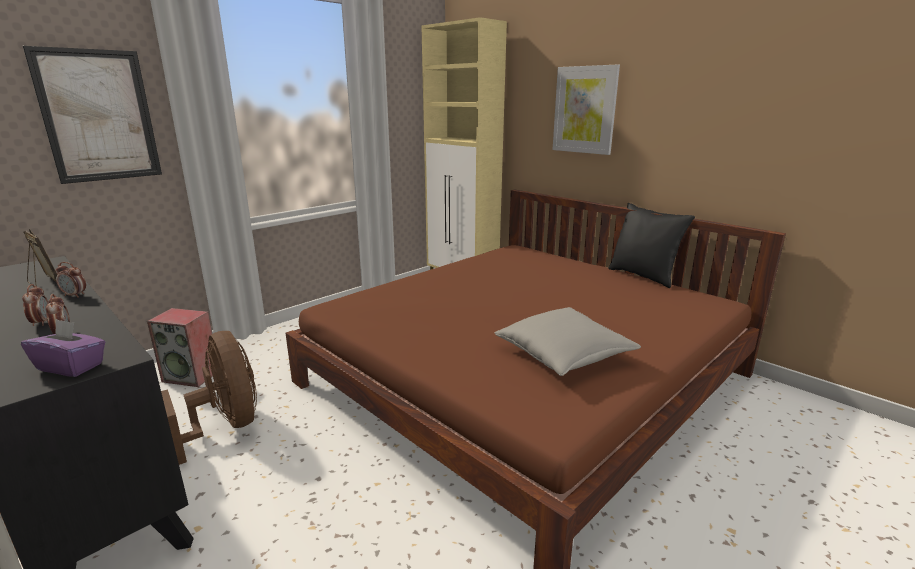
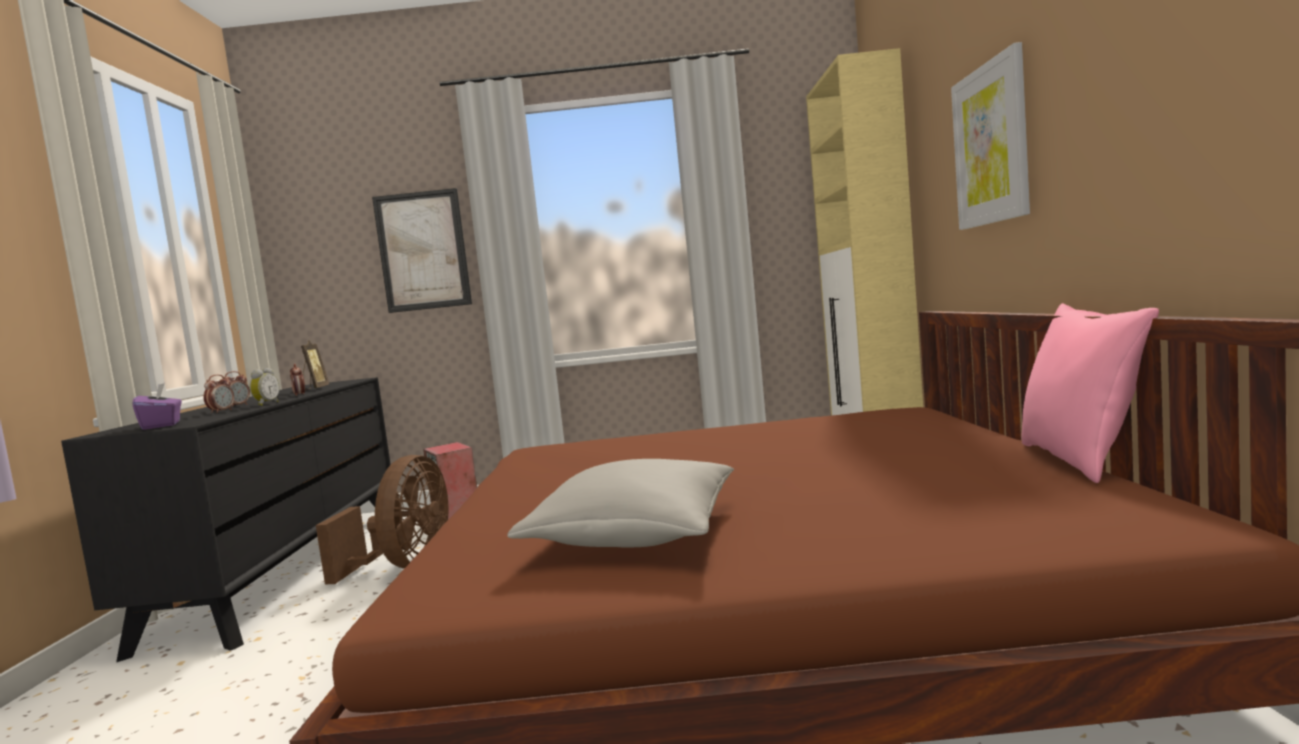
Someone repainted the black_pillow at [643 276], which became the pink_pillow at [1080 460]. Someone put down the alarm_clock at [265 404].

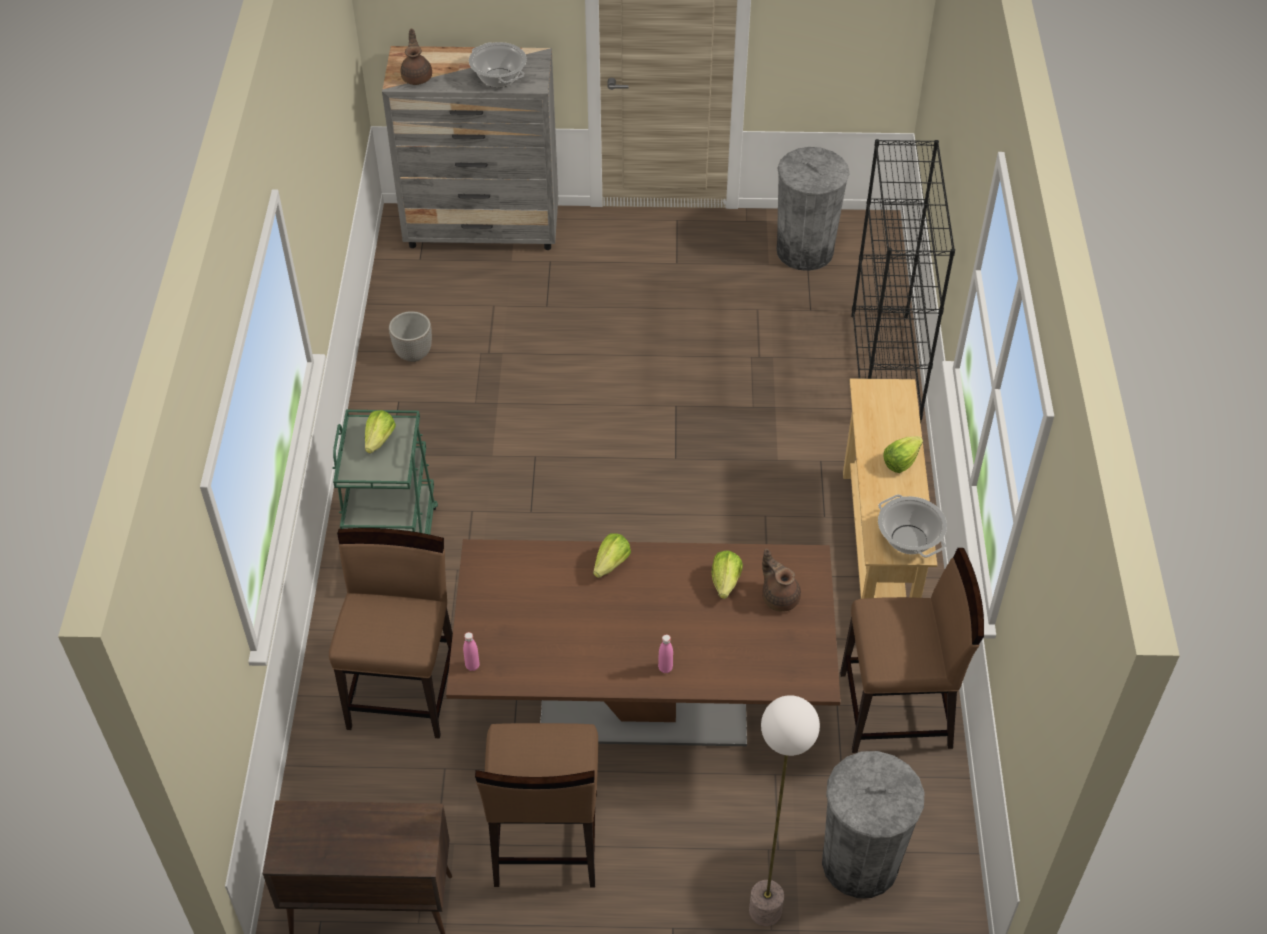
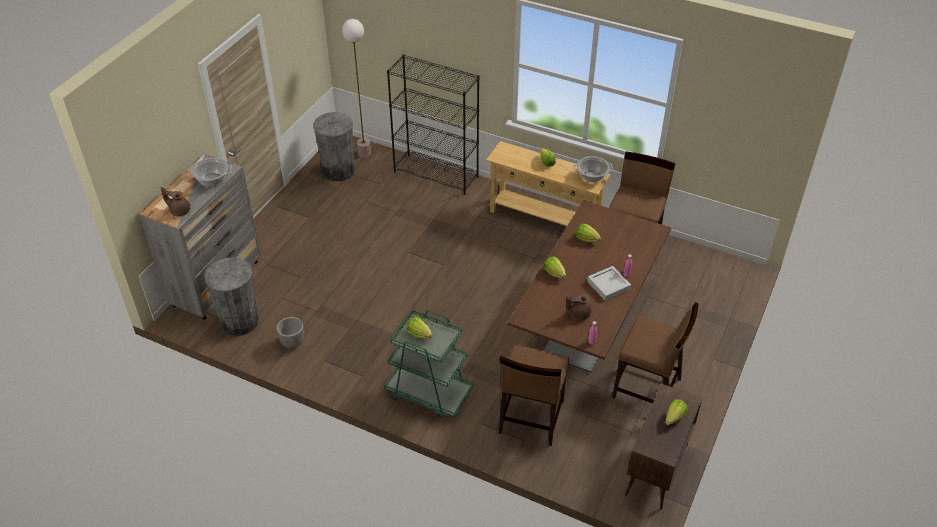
Someone rotated the brown_chair at [404 690] by 105 degrees counterclockwise. Someone carried the brown_teapot from [779 597] to [578 314]. Someone carried the floor_lamp from [765 911] to [364 153]. Someone carried the grey_trash_can from [860 863] to [239 321]. Someone put down the grey_tray at [608 285]. Someone put down the lettuce at [674 417].

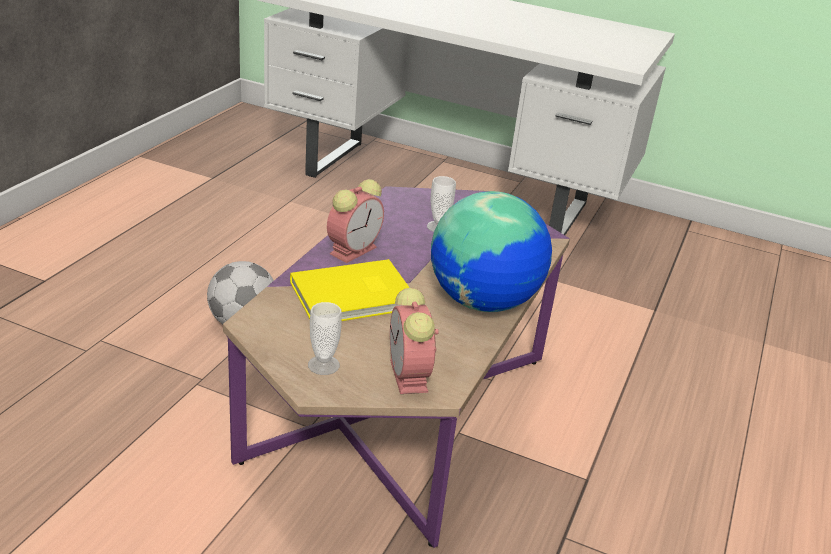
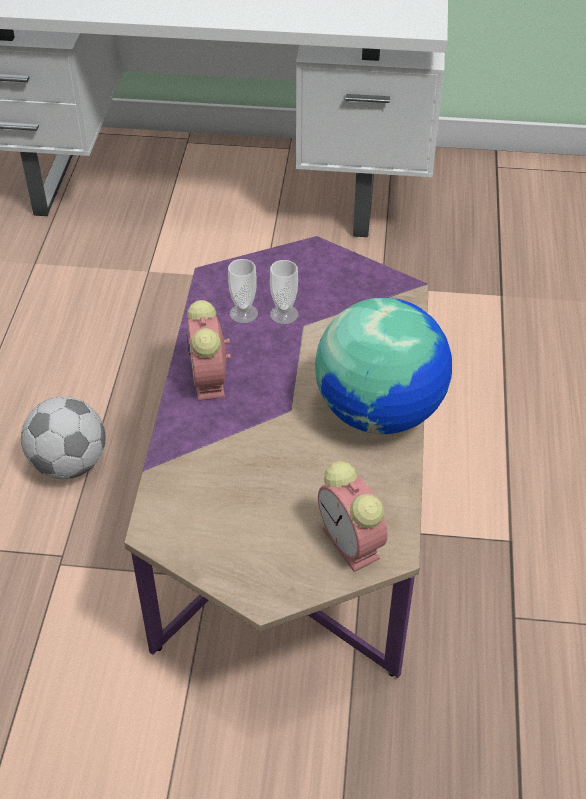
Someone rotated the alarm_clock at [354 249] by 150 degrees clockwise. Someone took away the yellow_book at [355 296]. Someone carried the cup from [323 365] to [243 313].

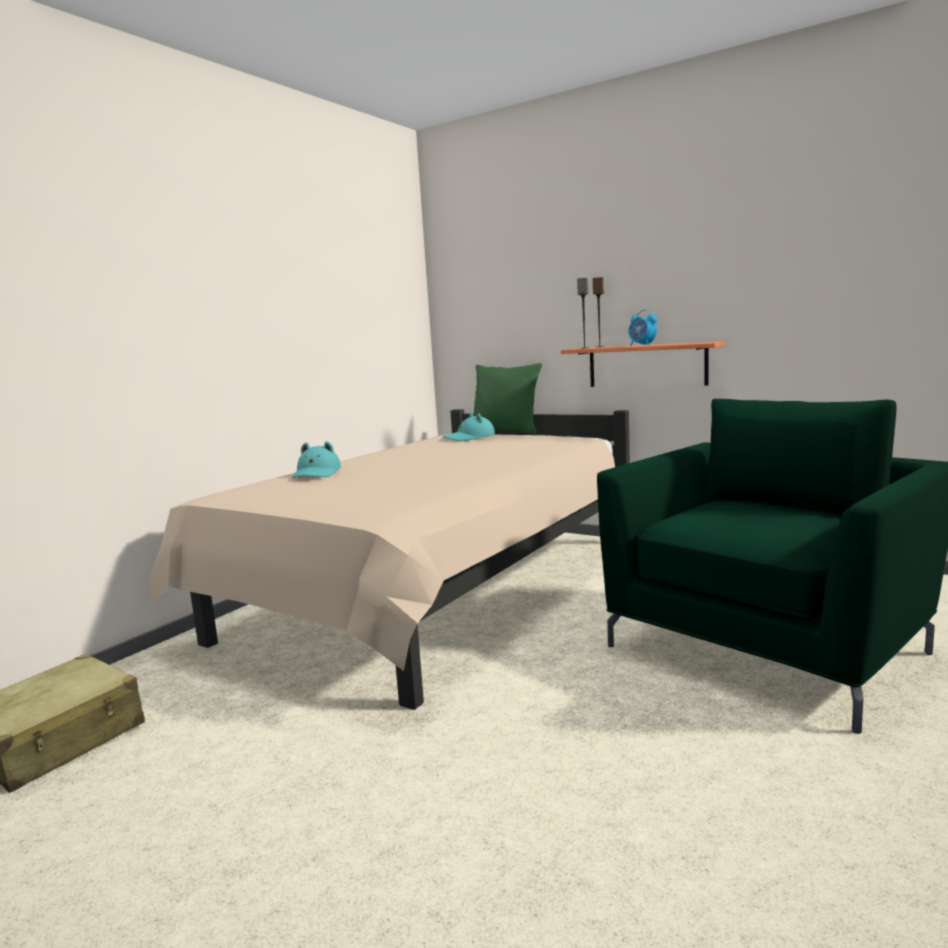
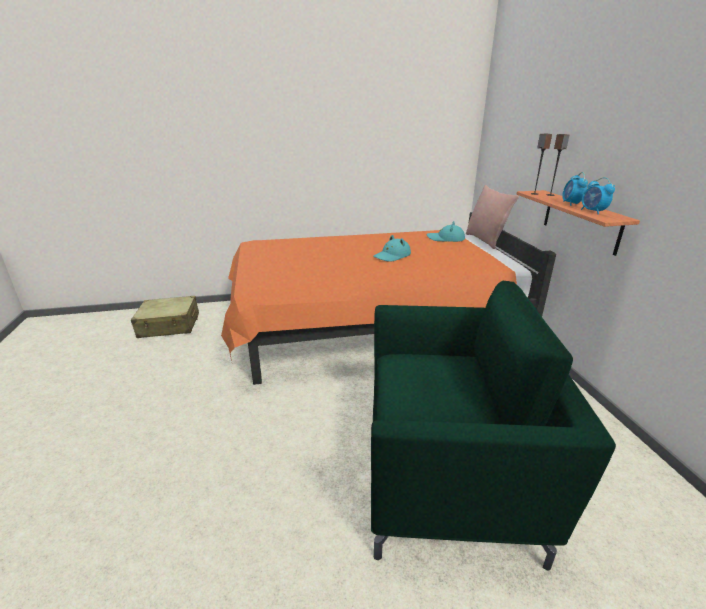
Someone repainted the green_pillow at [506 433], which became the pink_pillow at [485 240]. Someone repainted the beige_bed at [436 592], which became the orange_bed at [370 328]. Someone carried the turquoise_hat from [316 473] to [392 256]. Someone put down the alarm_clock at [593 211].

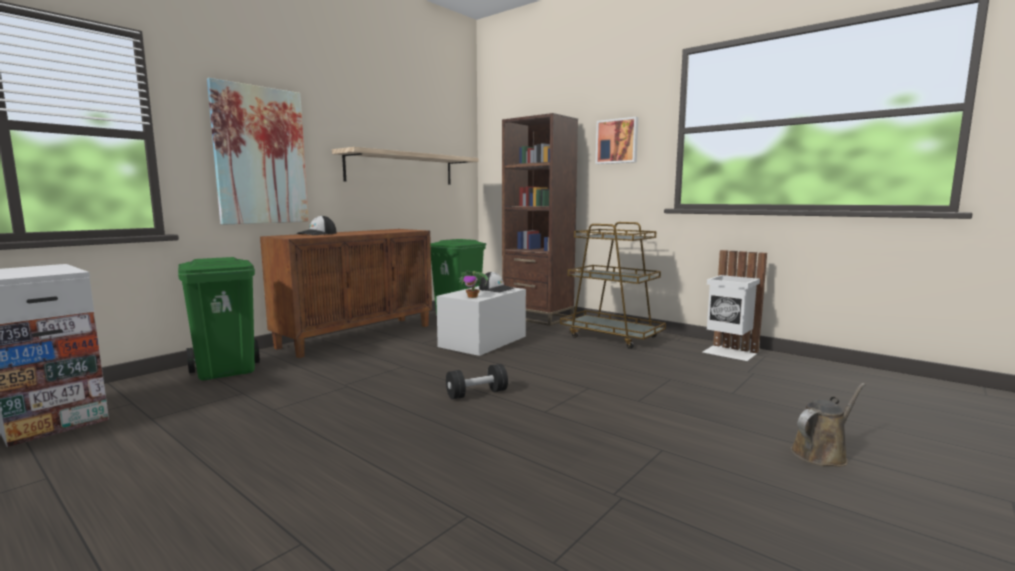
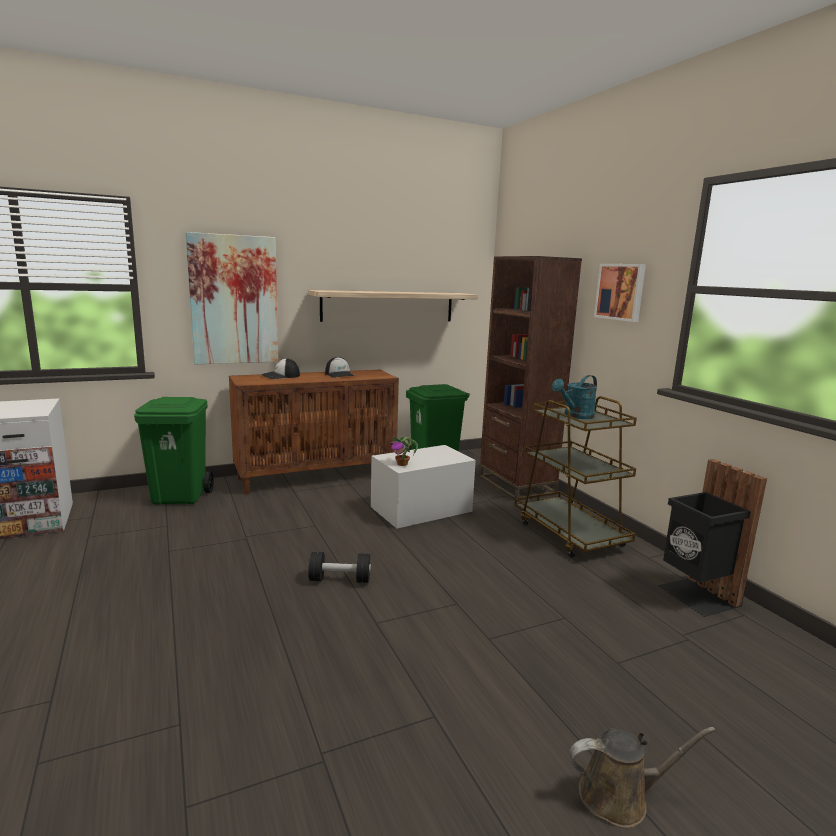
Someone repainted the white_trash_can at [729 352], which became the black_trash_can at [696 596]. Someone carried the cap from [496 289] to [340 375]. Someone put down the turquoise_watering_can at [575 416].

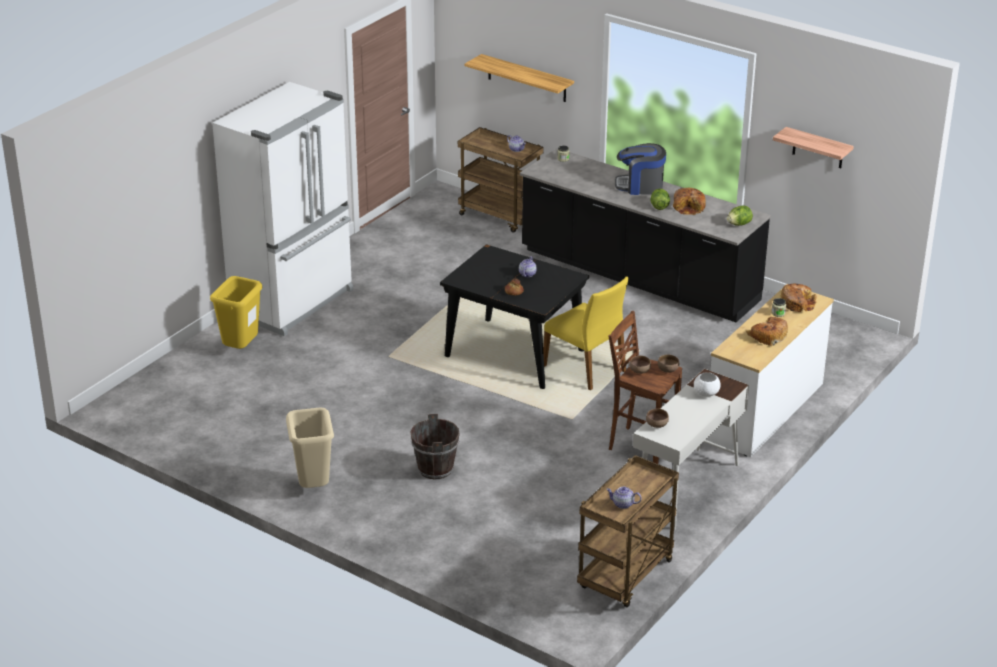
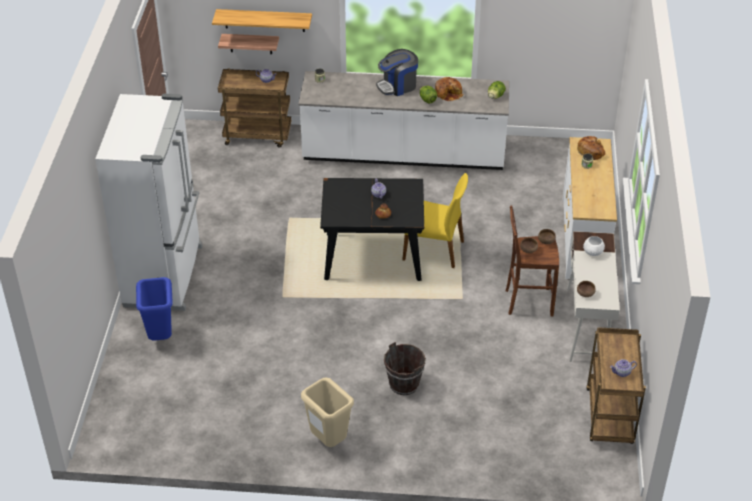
Someone carried the shelf from [818 148] to [250 43]. Someone repainted the black_counter at [638 277], which became the white_counter at [403 155]. Someone repainted the yellow_trash_can at [241 349], which became the blue_trash_can at [160 337]. Someone took away the bread at [767 336].

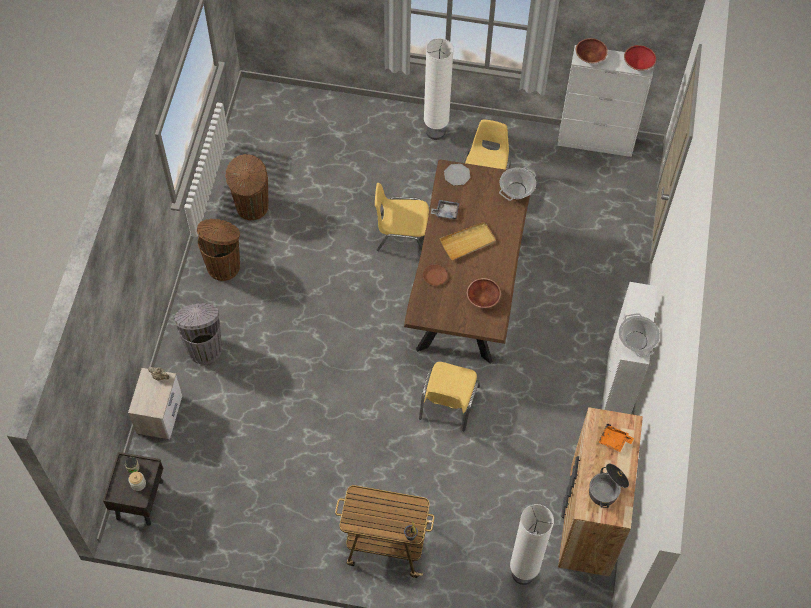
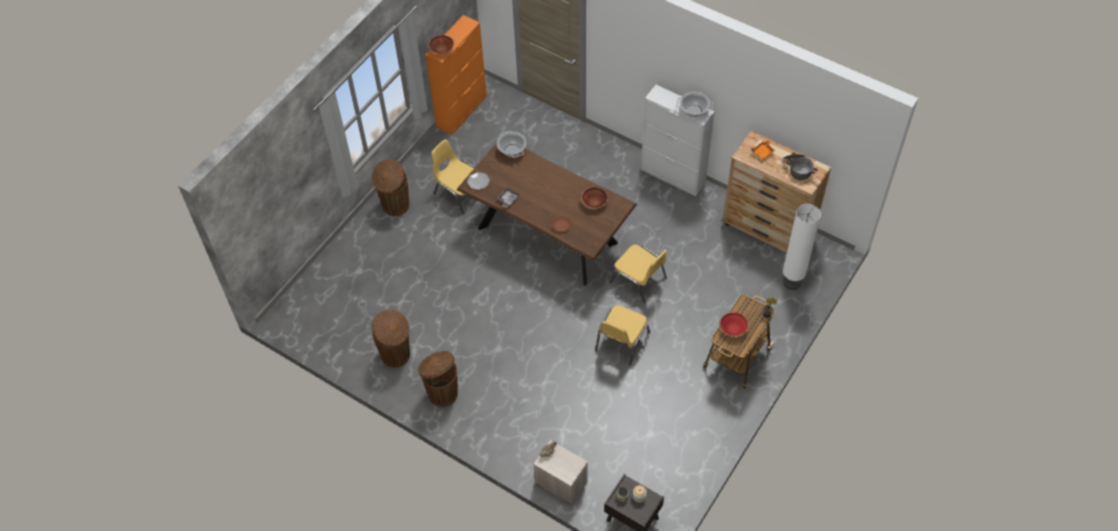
Someone swapped the white_floor_lamp at [435 132] for the brown_trash_can at [395 206]. Someone repainted the white_cabinet at [596 142], which became the orange_cabinet at [462 111]. Someone carried the red_bowl from [638 64] to [733 329]. Someone carried the yellow_chair from [401 233] to [621 342]. Someone took away the beige_tray at [468 242]. Someone took away the grey_trash_can at [204 348].

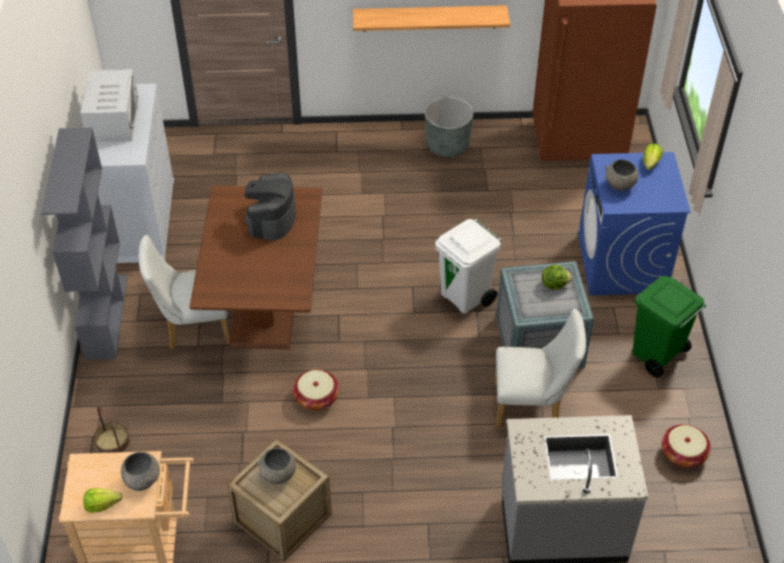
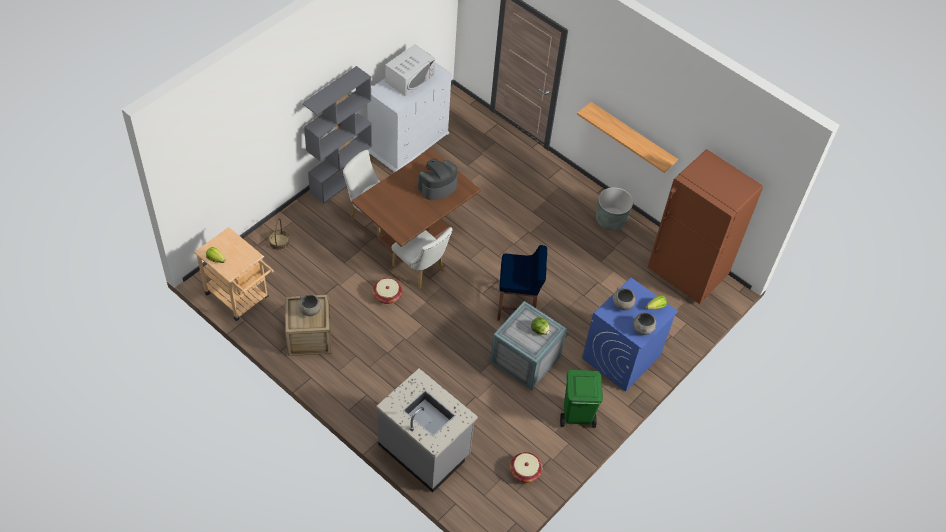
Someone swapped the white_trash_can at [465 297] for the blue_stool at [517 306]. Someone carried the white_chair from [532 406] to [421 270]. Someone carried the grey_bowl from [142 480] to [643 329].

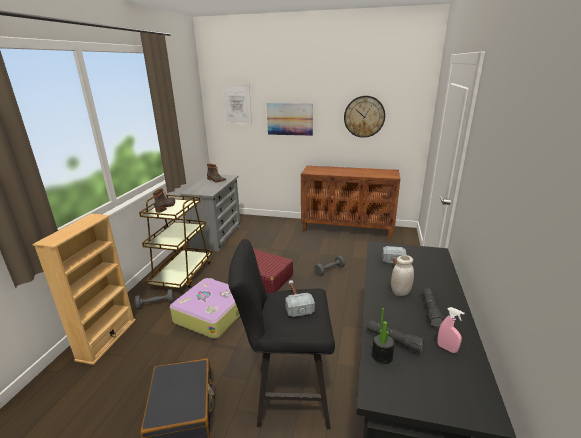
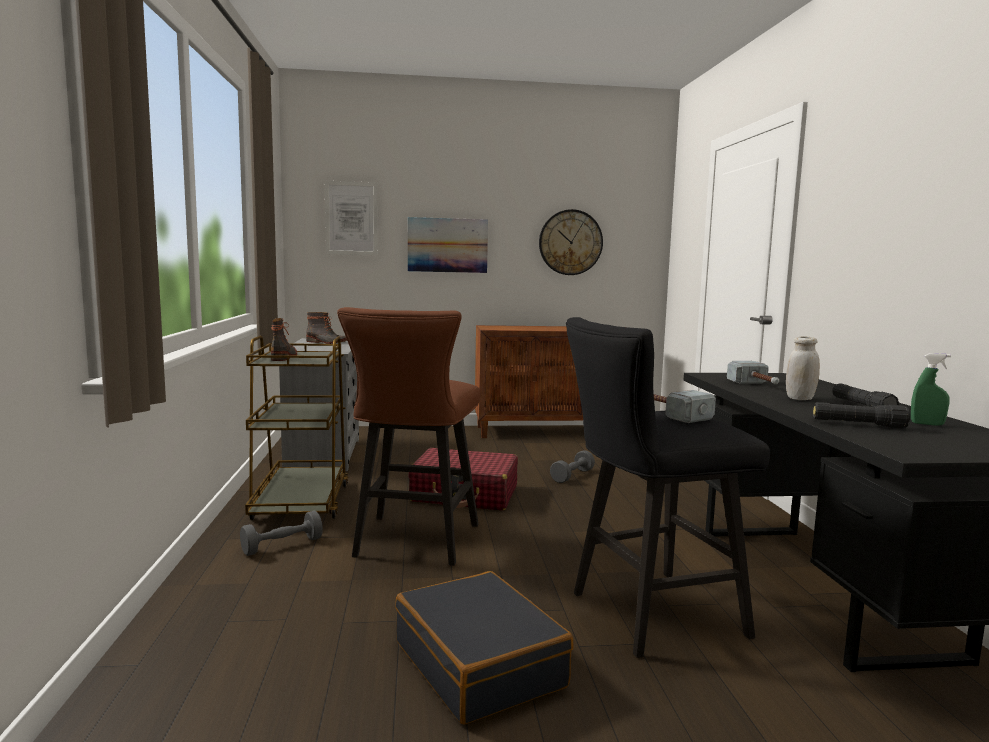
Someone took away the beige_bookcase at [107 339]. Someone swapped the suitcase at [211 314] for the brown_stool at [413 544]. Someone repainted the pink_spray_bottle at [446 348], which became the green_spray_bottle at [927 424]. Someone took away the potted_plant at [382 356].

